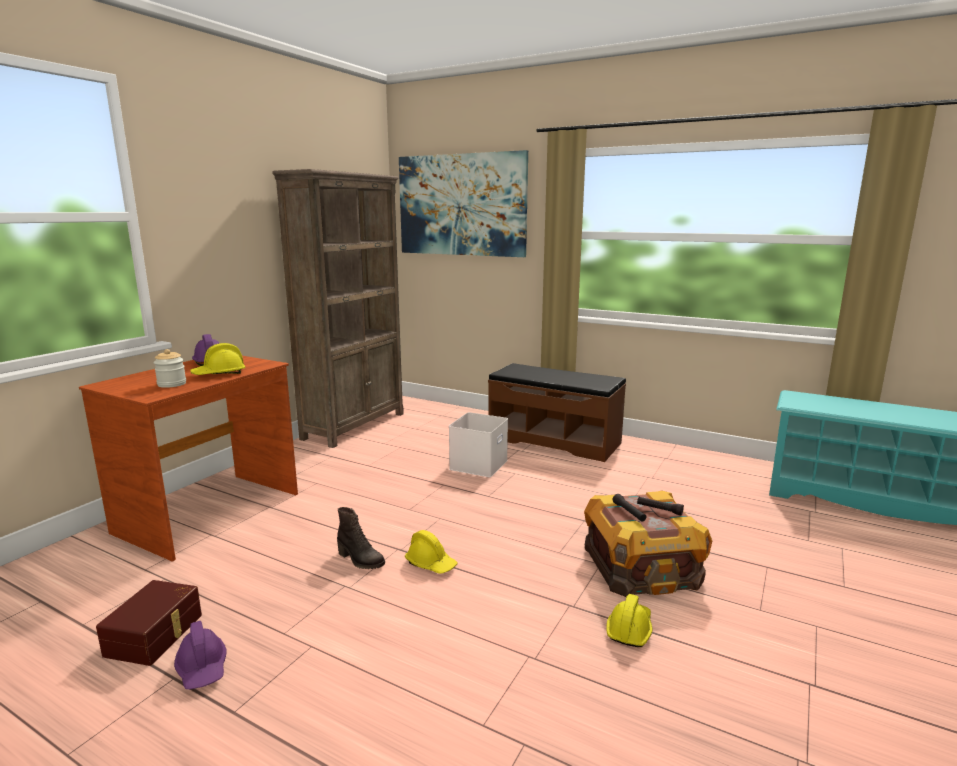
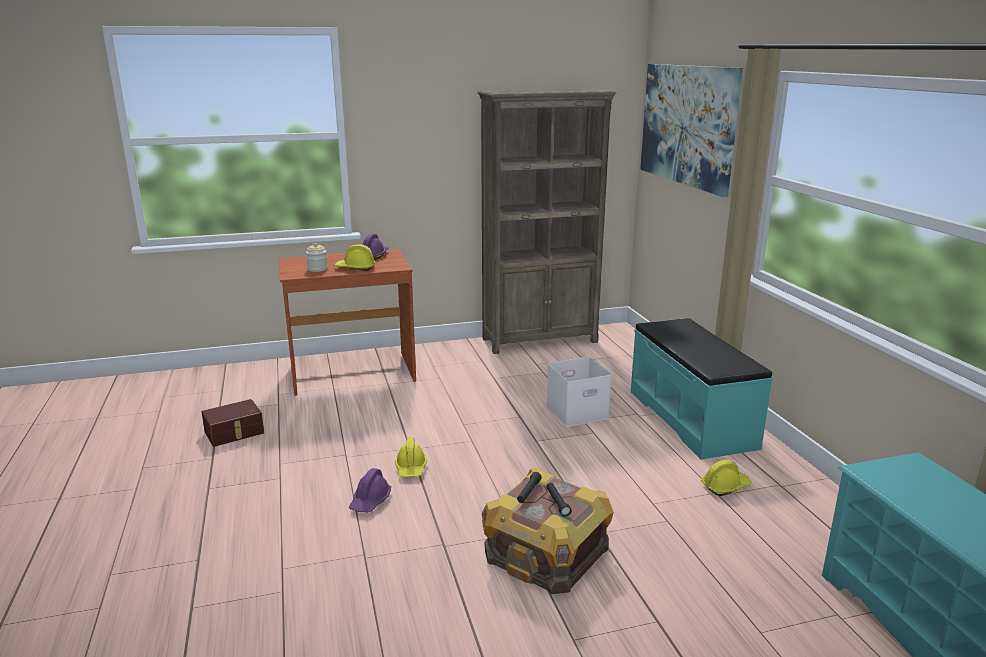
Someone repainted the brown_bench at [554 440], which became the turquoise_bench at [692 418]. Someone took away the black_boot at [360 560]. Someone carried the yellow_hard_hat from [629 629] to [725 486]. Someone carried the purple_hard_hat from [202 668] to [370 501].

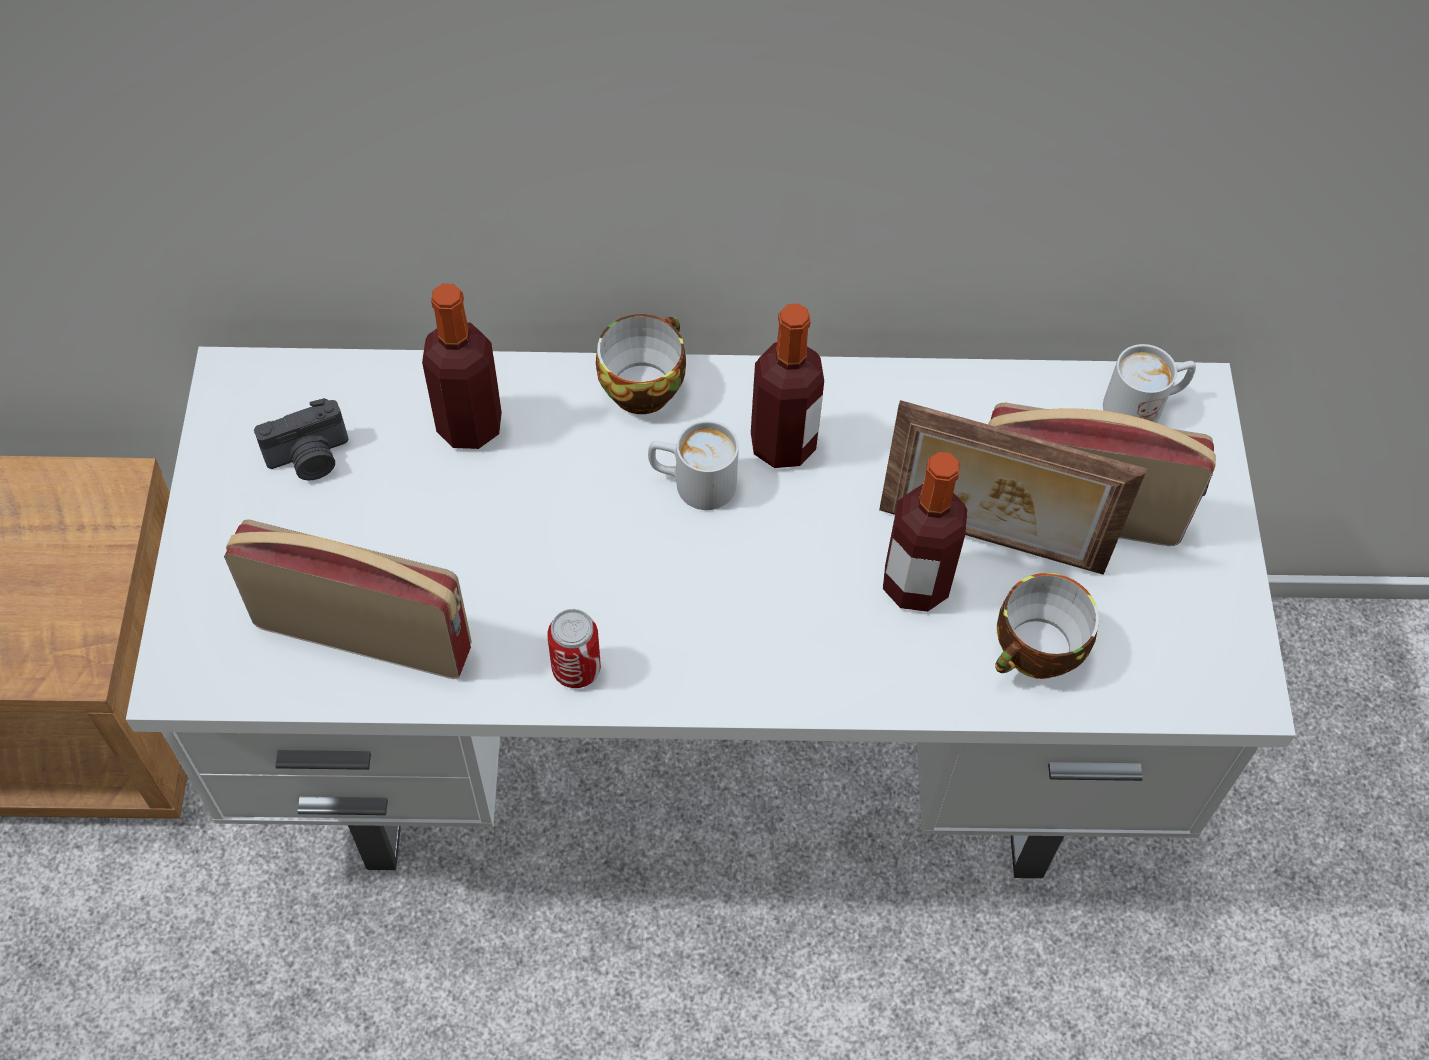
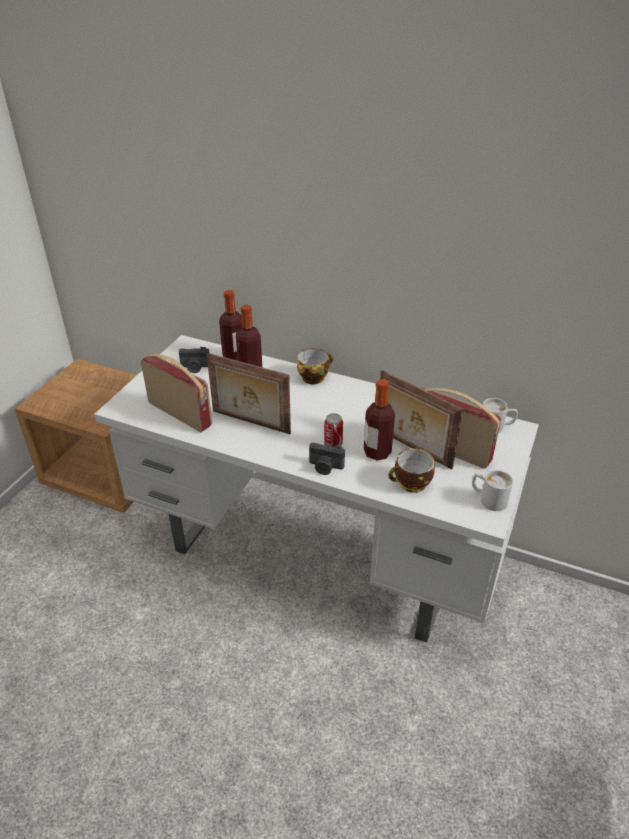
Someone carried the bottle from [783 444] to [234 356]. Someone carried the white_mug from [692 483] to [488 499]. Someone carried the can from [576 669] to [333 444]. Someone put down the picture_frame at [250 423]. Someone put down the photo_camera at [325 467].

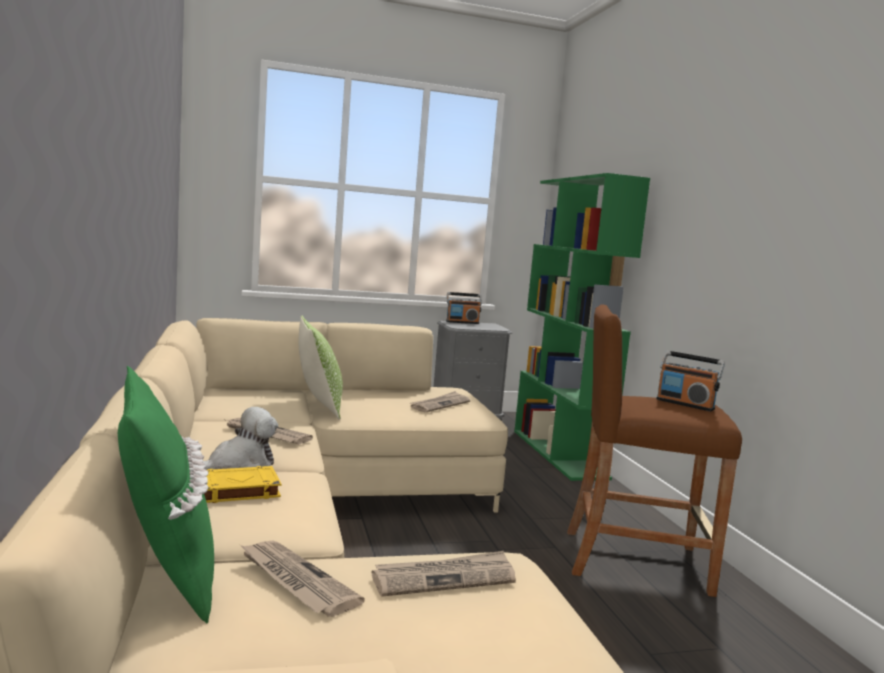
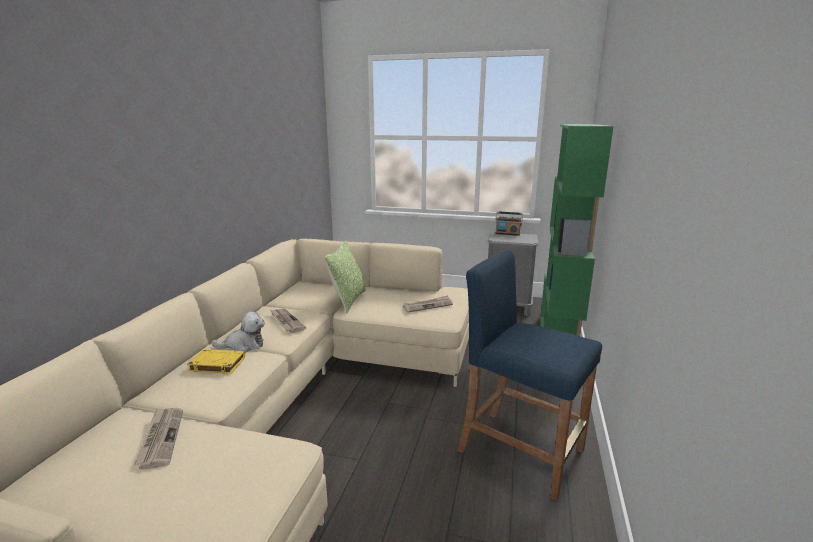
Someone repainted the brown_stool at [635 561], which became the blue_stool at [520 451]. Someone took away the radio at [685 404]. Someone took away the green_pillow at [163 573]. Someone took away the newspaper at [444 578].

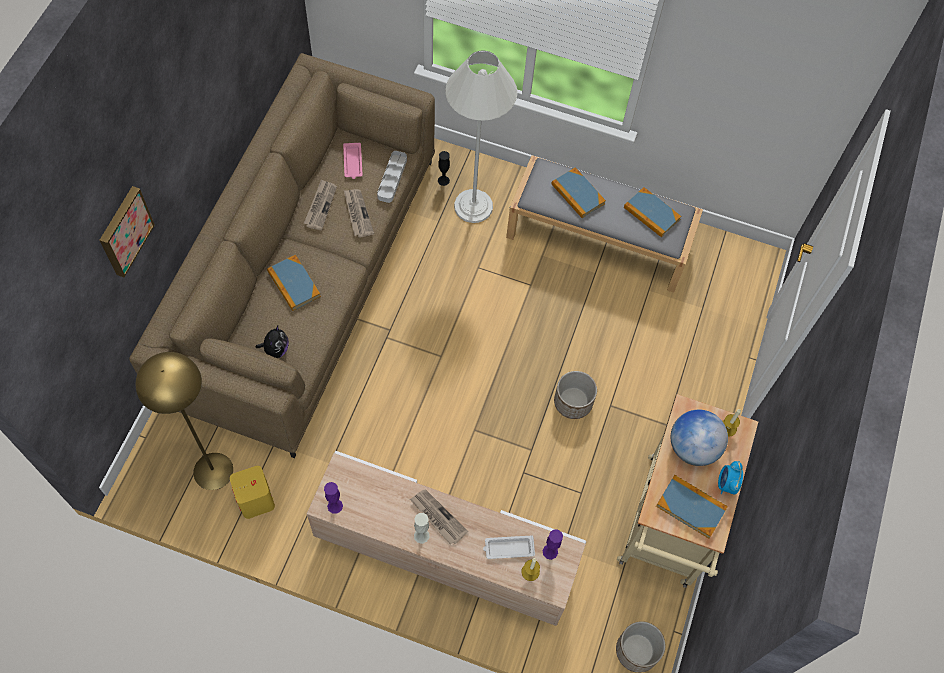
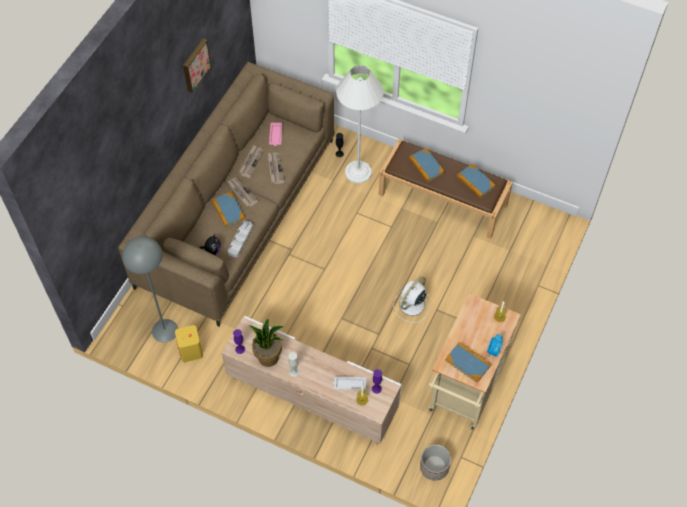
Someone carried the grey_tray from [392 178] to [240 240]. Someone repainted the grey_bench at [600 238], which became the brown_bench at [443 199]. Someone carried the picture from [124 231] to [195 65]. Someone repainted the yellow_floor_lamp at [213 471], which became the grey_floor_lamp at [164 330]. Someone swapped the planter at [573 402] for the white_fan at [411 306]. Someone took away the globe at [693 447]. Someone carried the newspaper from [437 517] to [242 192]. Someone put down the potted_plant at [268 357].

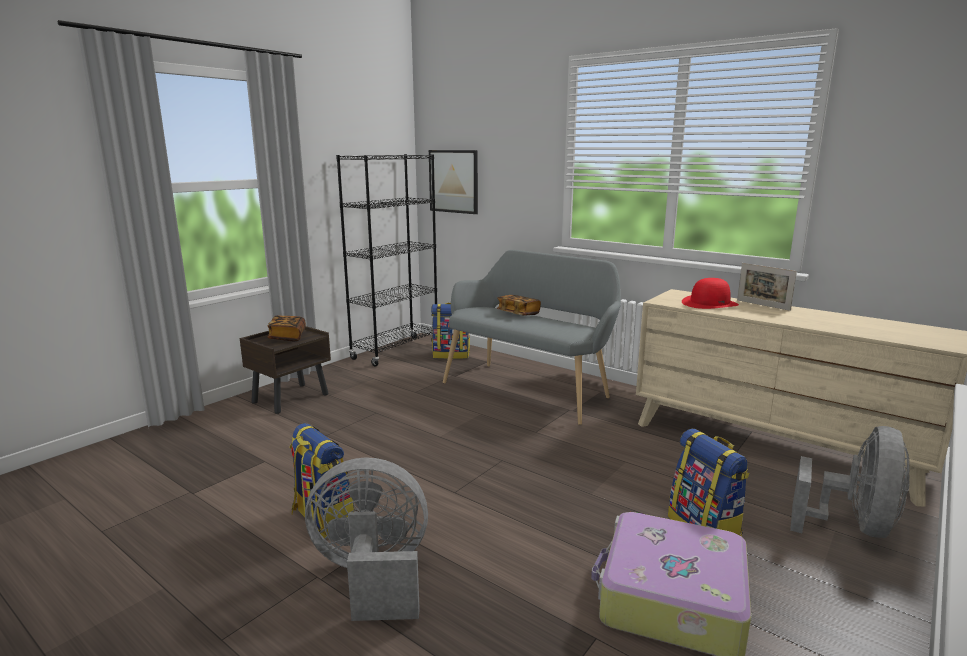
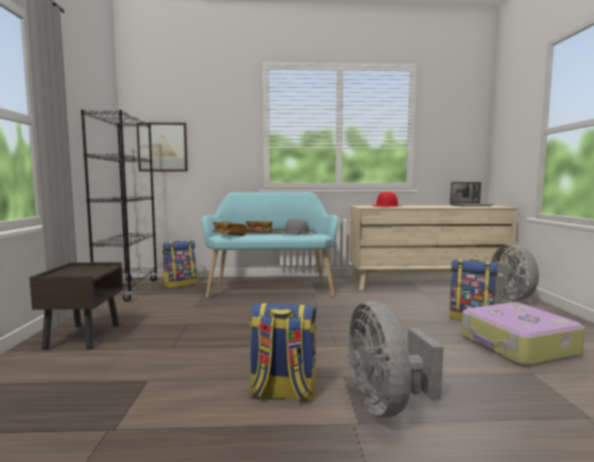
Someone repainted the grey_bench at [530 389], which became the turquoise_bench at [271 288]. Someone took away the picture_frame at [763 305]. Someone carried the book from [287 337] to [229 235]. Someone rotated the grey_fan at [372 577] by 60 degrees counterclockwise. Someone put down the laptop at [471 205]. Someone put down the grey_hat at [296 233].

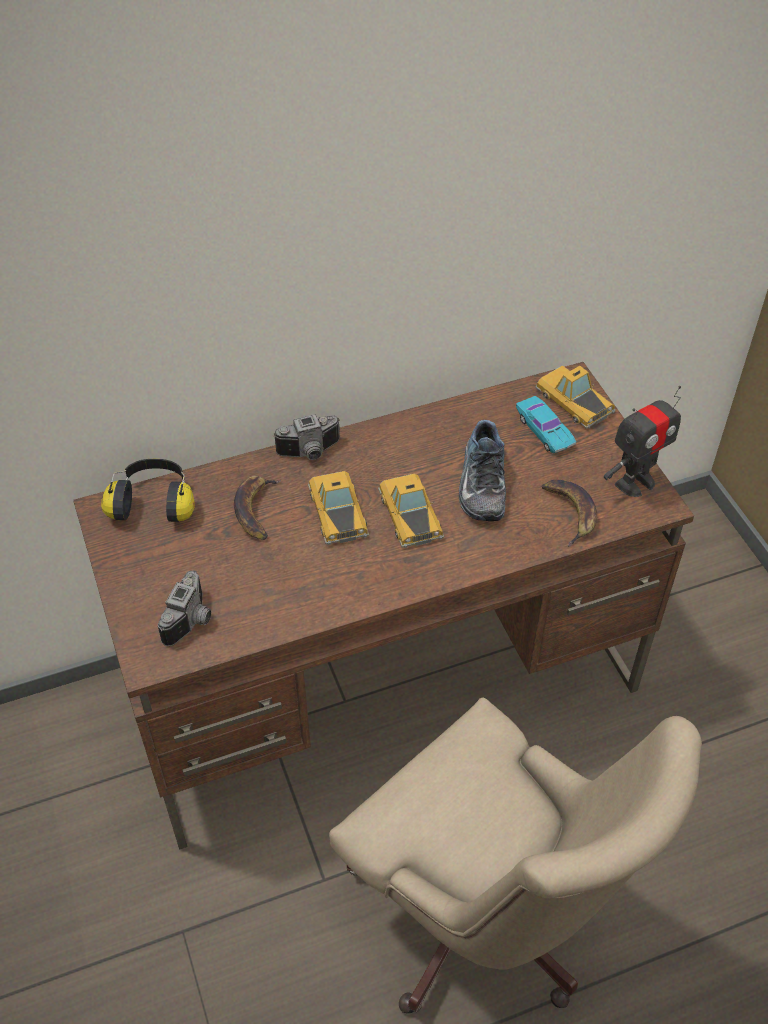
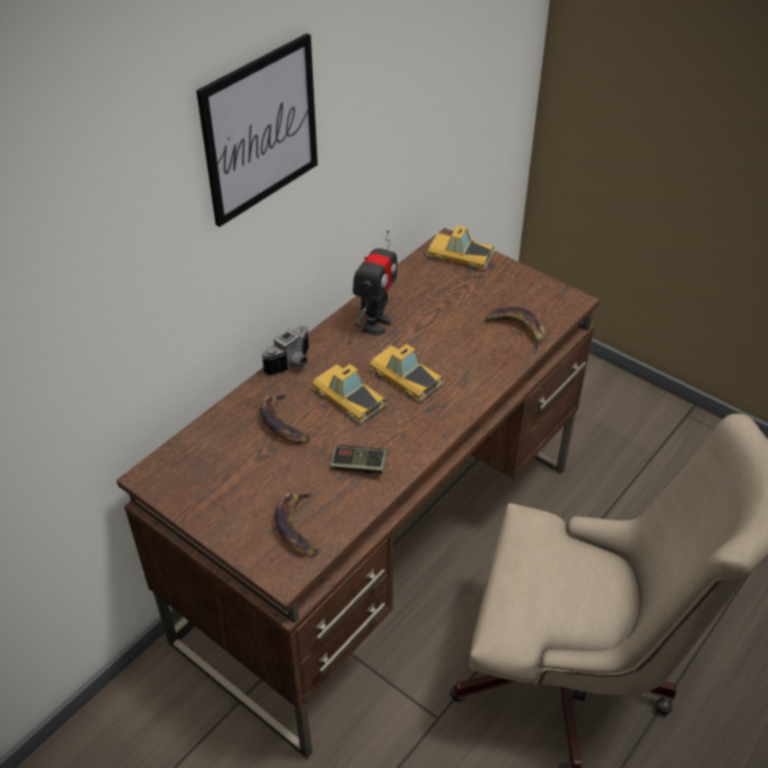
Someone carried the toy_robot from [635 482] to [375 324]. Someone took away the turquoise_toy_car at [544 430]. Someone took away the shoe at [480 483]. Someone took away the headphones at [154 502]. Someone swapped the photo_camera at [192 621] for the banana at [297 526]. Someone put up the picture at [260 130]. Someone put down the game_controller at [359 466].

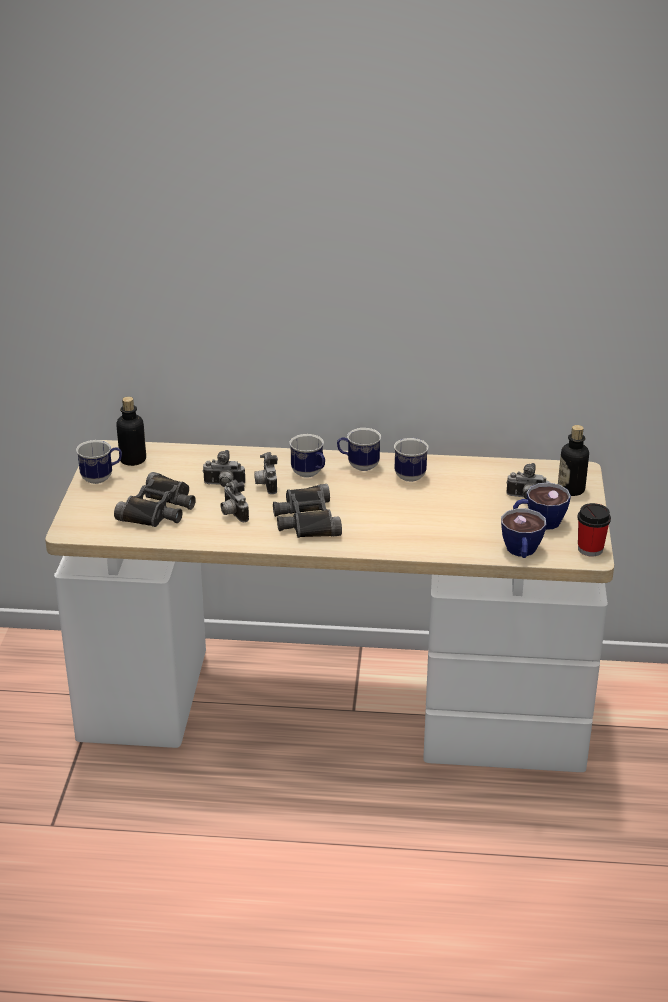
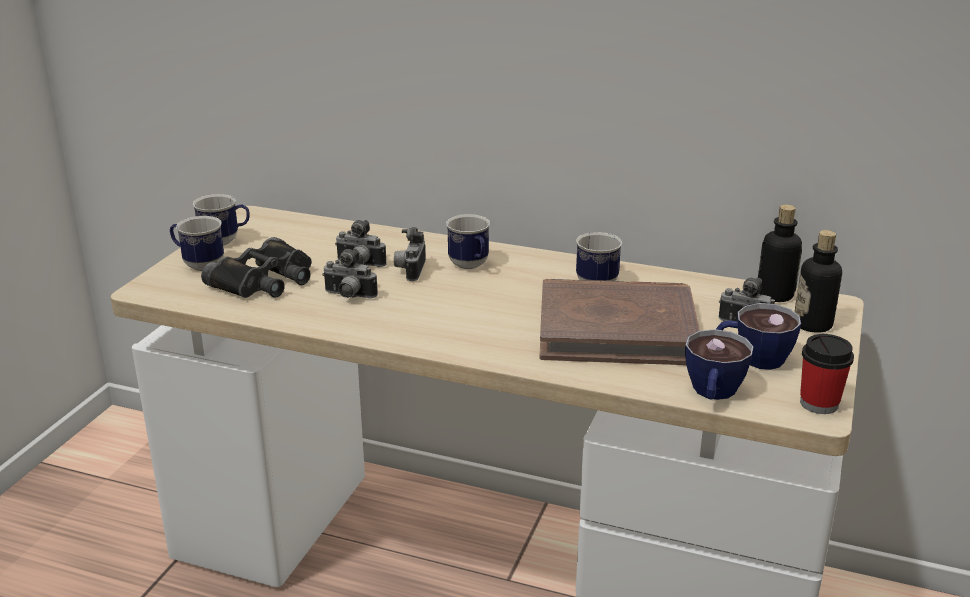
Someone carried the bottle from [133 460] to [775 295]. Someone carried the mug from [358 466] to [198 264]. Someone rotated the photo_camera at [232 514] by 60 degrees counterclockwise. Someone took away the black_binoculars at [306 520]. Someone put down the brown_book at [616 329].

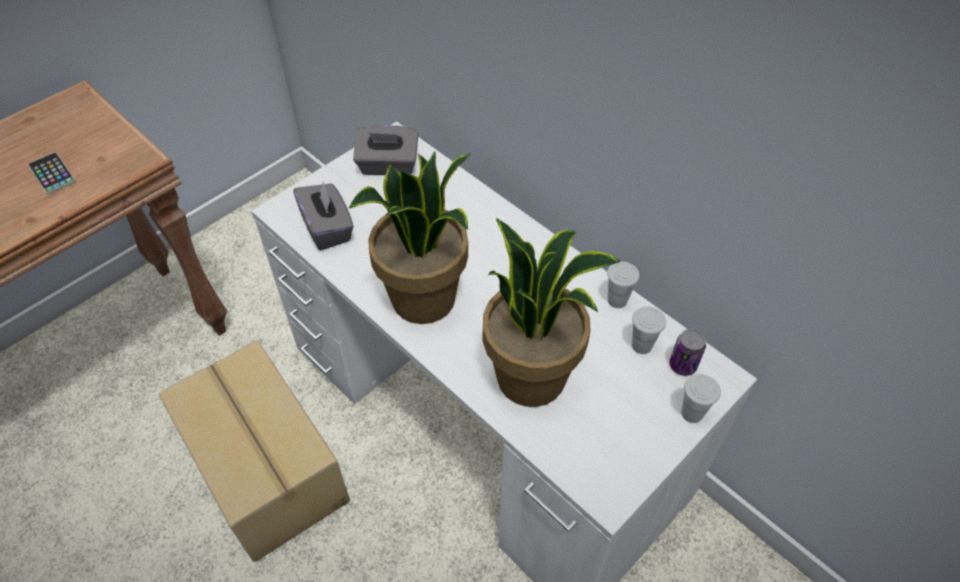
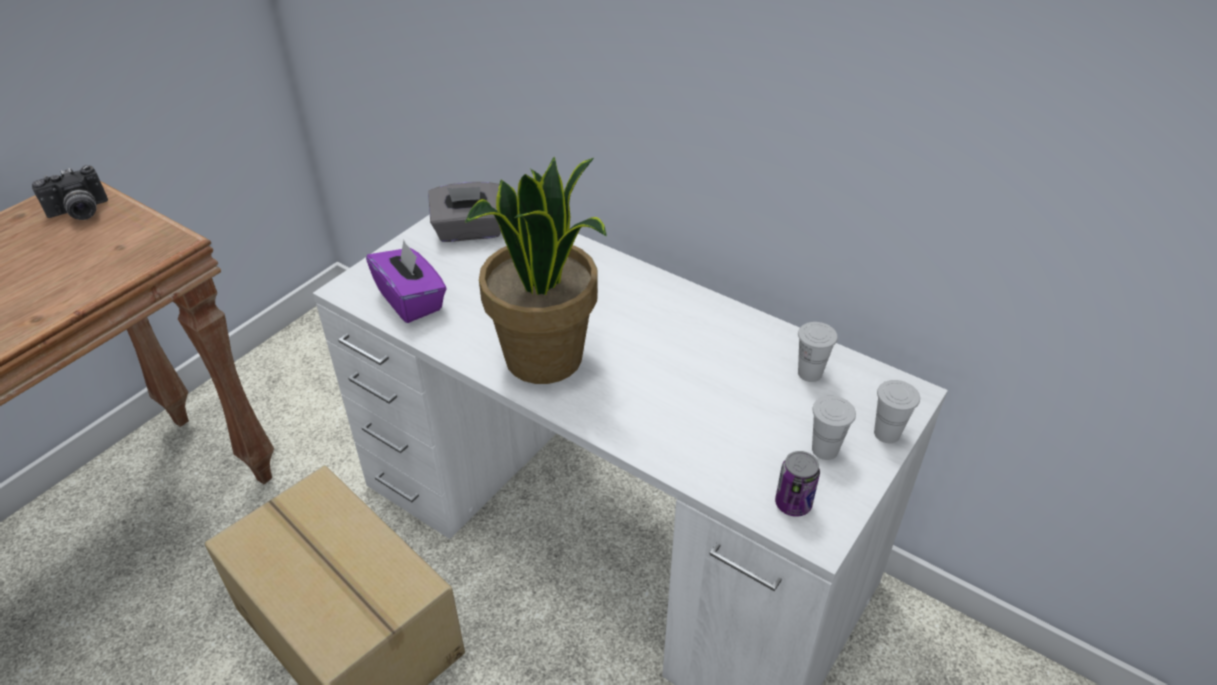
Someone took away the phone at [52 174]. Someone repainted the grey_tissue_box at [328 228], which became the purple_tissue_box at [411 300]. Someone took away the potted_plant at [532 376]. Someone carried the white_cup from [617 300] to [824 450]. Someone carried the can from [682 365] to [793 504]. Someone put down the photo_camera at [79 213].

